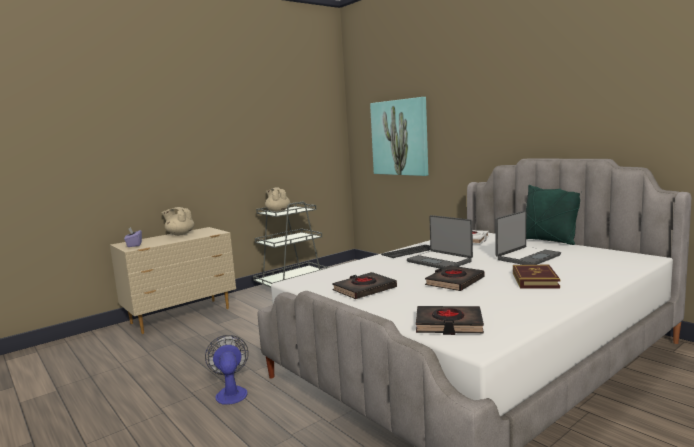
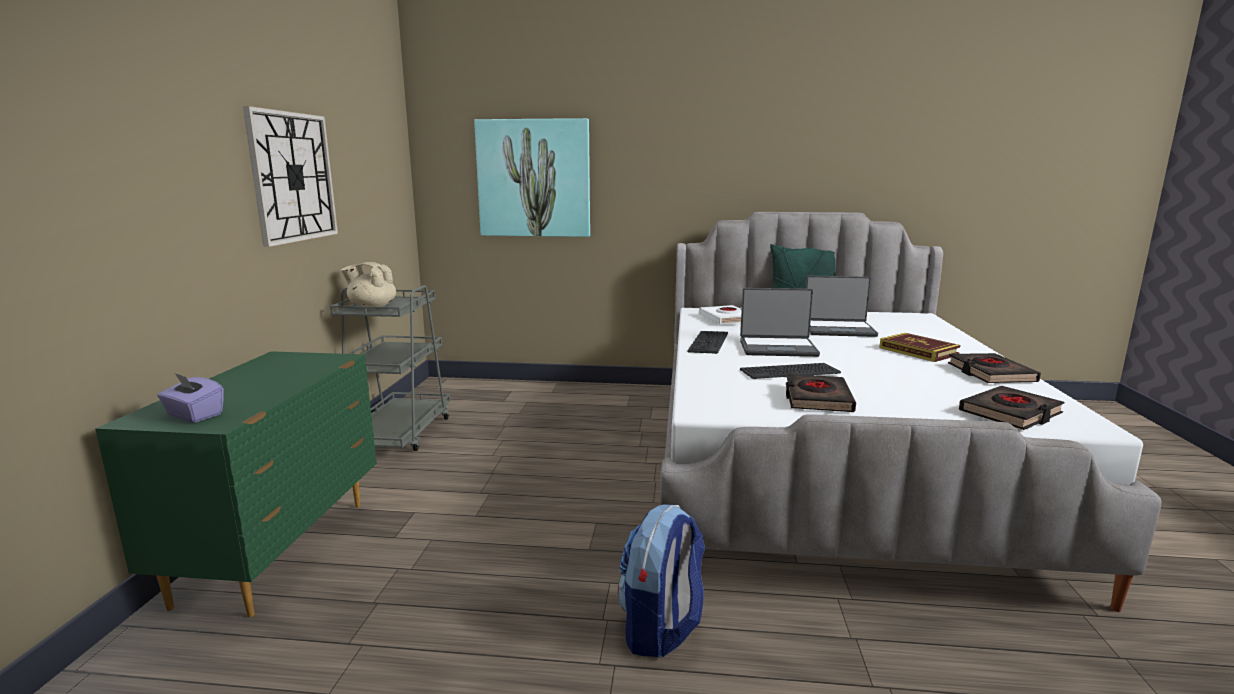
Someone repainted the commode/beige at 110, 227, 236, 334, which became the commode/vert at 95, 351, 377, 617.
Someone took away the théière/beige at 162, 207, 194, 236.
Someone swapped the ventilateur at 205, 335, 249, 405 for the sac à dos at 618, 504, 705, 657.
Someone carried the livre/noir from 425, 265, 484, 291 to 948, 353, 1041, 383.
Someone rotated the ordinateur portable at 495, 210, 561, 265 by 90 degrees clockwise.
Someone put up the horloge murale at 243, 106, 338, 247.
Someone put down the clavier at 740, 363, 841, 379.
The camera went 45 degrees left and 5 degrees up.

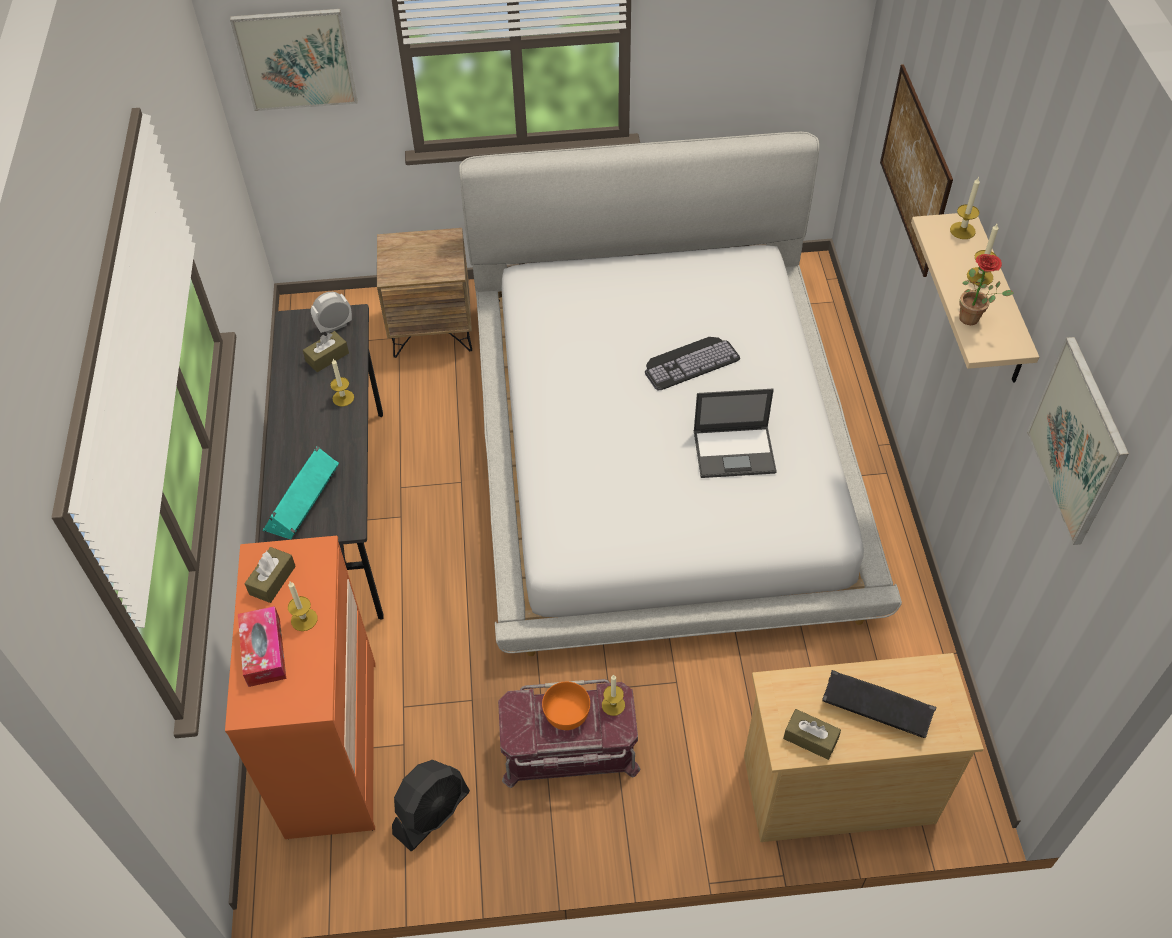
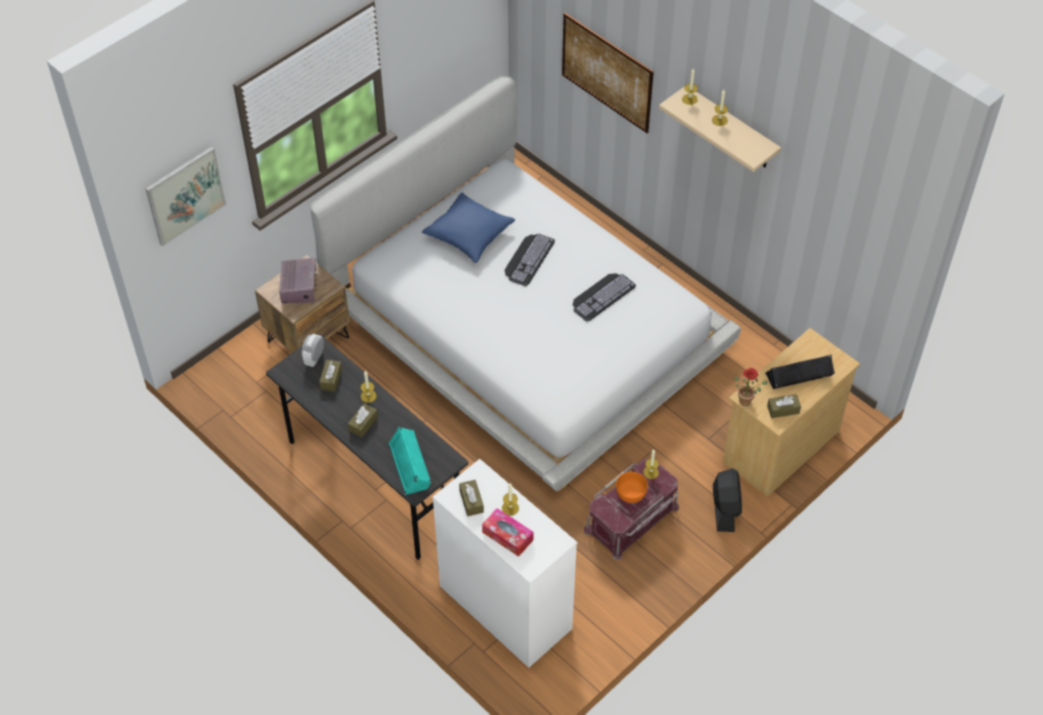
Someone repainted the commode/orange at 225, 536, 376, 839, which became the commode/blanc at 432, 459, 578, 668.
Someone carried the ventilateur/noir from 392, 760, 470, 851 to 713, 468, 742, 532.
Someone swapped the ordinateur portable at 694, 389, 777, 478 for the clavier at 572, 273, 636, 322.
Someone carried the plante en pot from 959, 254, 1014, 325 to 734, 368, 769, 406.
Someone took away the tableau at 1027, 337, 1129, 545.
Someone put down the radio at 279, 258, 317, 304.
Someone put down the boîte à mouchoirs/marron at 348, 403, 378, 438.
Someone put down the coussin/bleu at 422, 193, 515, 263.
The camera went 40 degrees left and 0 degrees up.

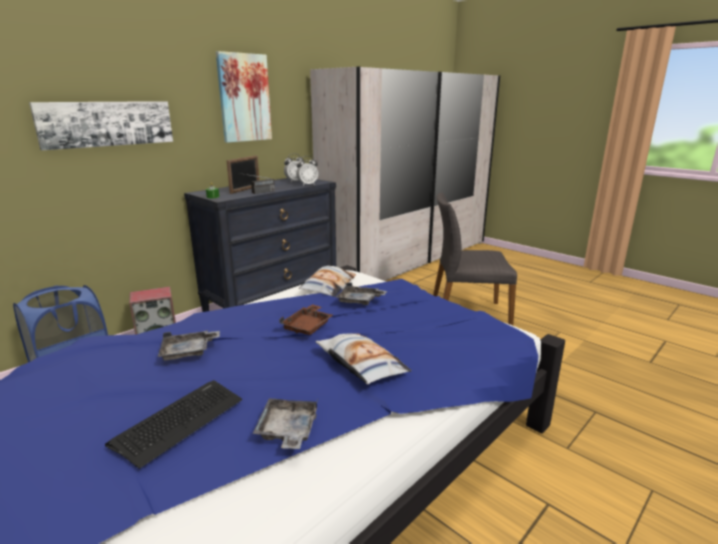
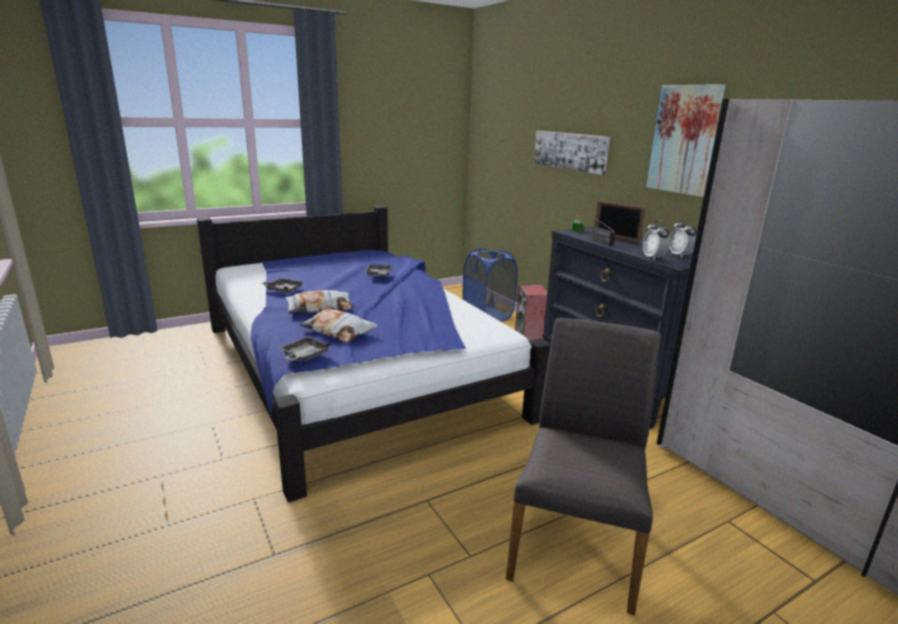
Someone took away the clavier at 105, 380, 242, 469.
Someone took away the plateau/marron at 279, 304, 333, 335.
Someone carried the coussin from 299, 266, 356, 297 to 299, 309, 378, 342.
Someone carried the plateau/gris from 336, 282, 387, 305 to 278, 337, 331, 361.
The camera went 105 degrees right and 0 degrees up.

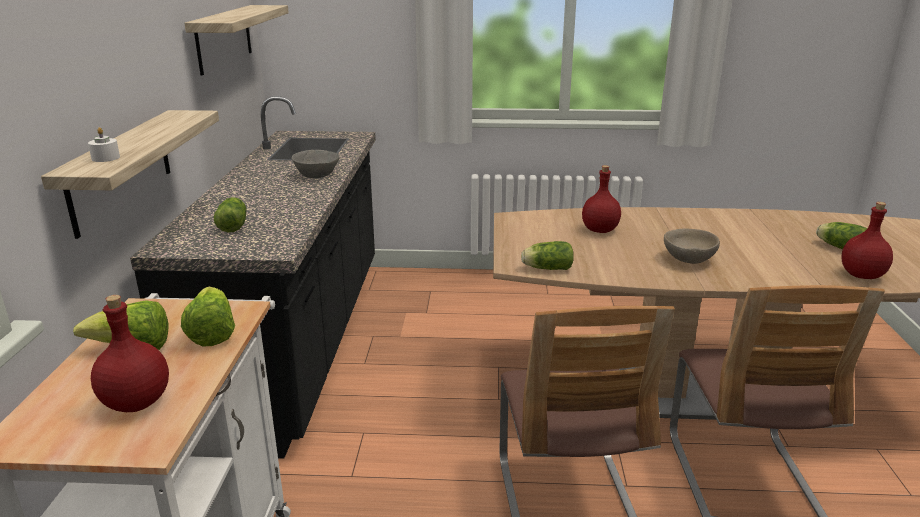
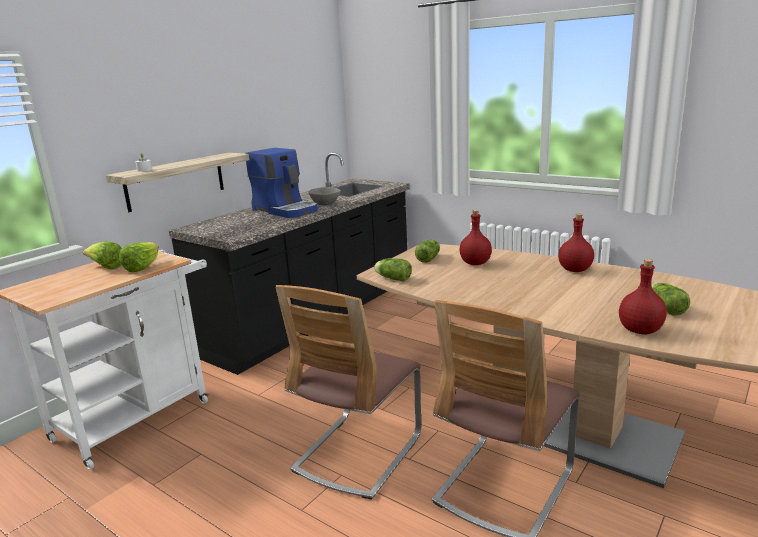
Someone carried the bouteille/rouge from 91, 295, 169, 412 to 558, 214, 594, 272.
Someone took away the étagère at 184, 5, 289, 76.
Someone carried the laitue from 214, 197, 247, 233 to 415, 239, 440, 263.
Someone took away the bol/beige at 664, 229, 720, 264.
Someone put down the machine à café at 245, 148, 318, 218.
The camera went 35 degrees right and 5 degrees down.

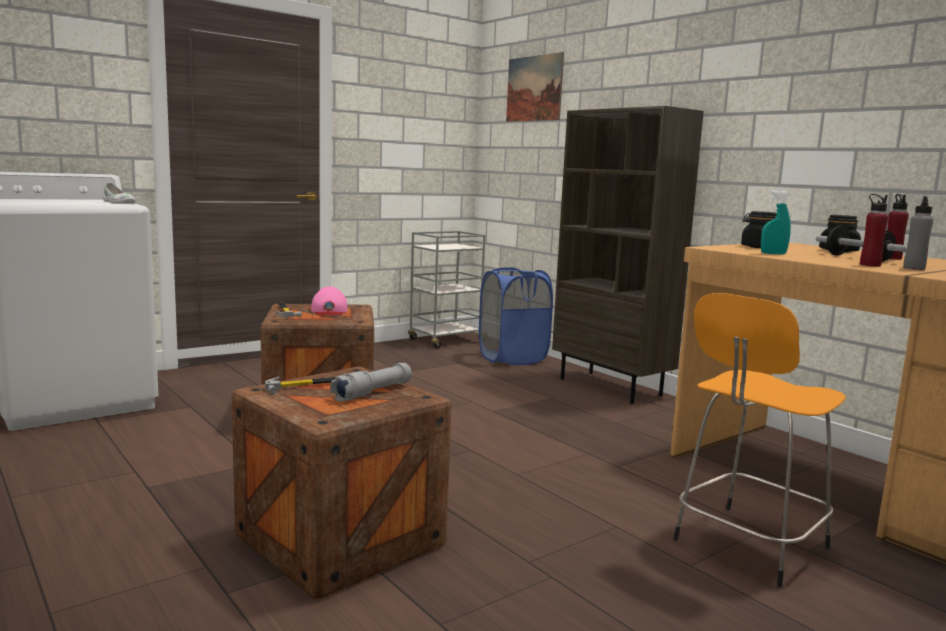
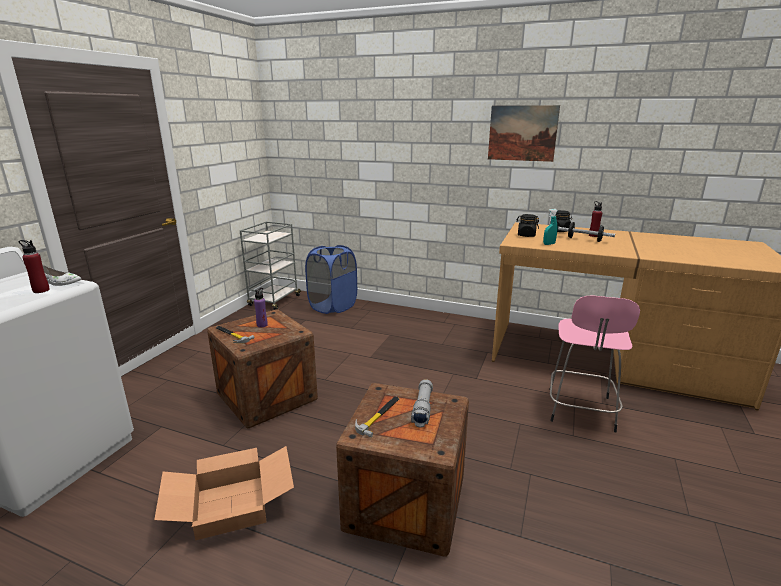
Someone swapped the casquette/rose at 311, 286, 348, 315 for the bouteille/violet at 254, 288, 268, 328.
Someone carried the tableau from 506, 52, 564, 122 to 488, 105, 560, 162.
Someone took away the bibliothèque/marron at 552, 106, 704, 404.
Someone repainted the tabouret/orange at 673, 293, 846, 587, which became the tabouret/rose at 549, 296, 640, 432.
Someone carried the bouteille/rouge from 860, 194, 888, 267 to 19, 240, 50, 293.
Someone took away the bouteille/gris at 903, 196, 933, 270.
Someone put down the carton at 154, 446, 294, 540.
The camera went 30 degrees left and 10 degrees up.

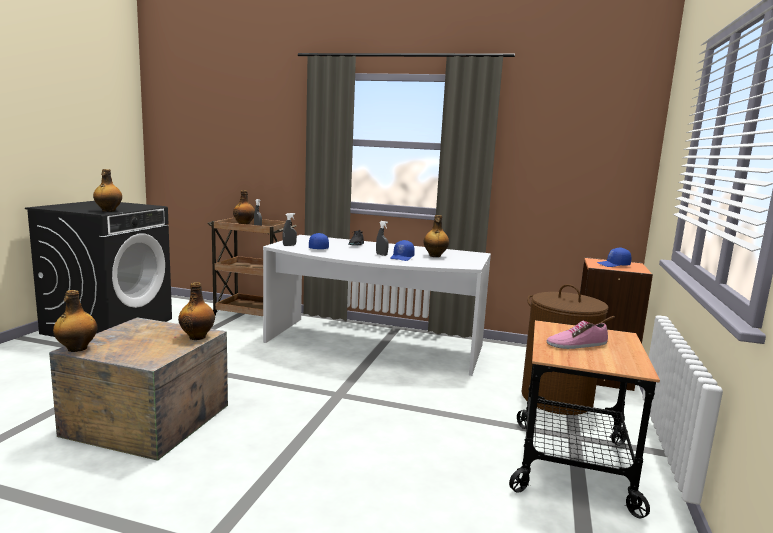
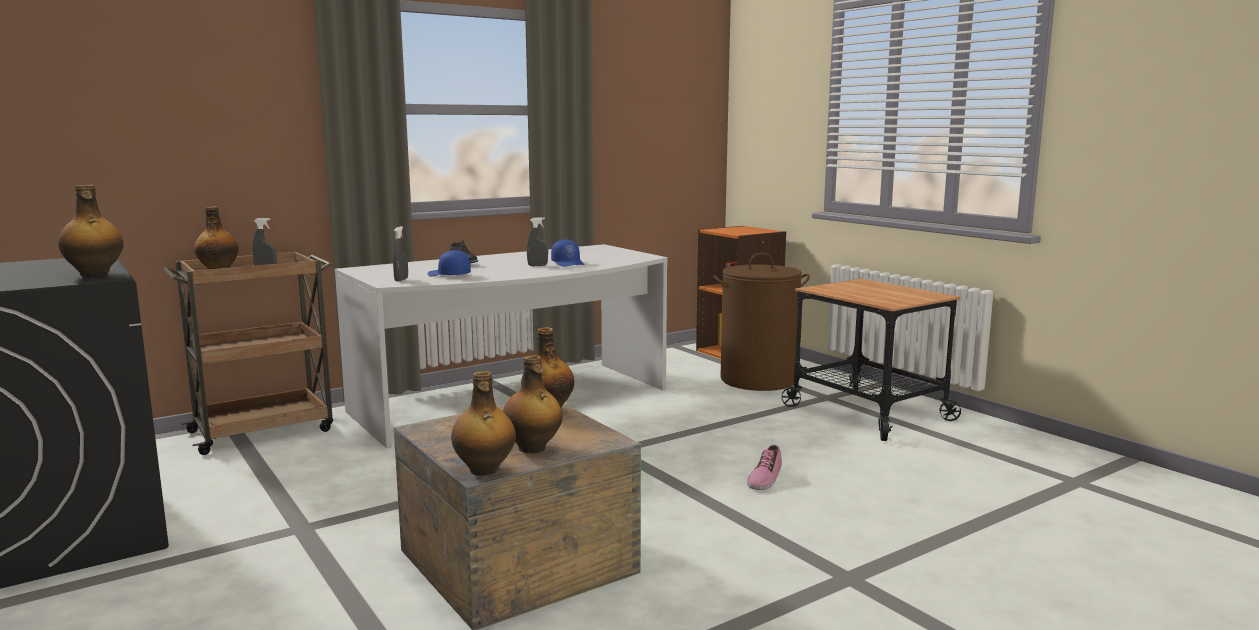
Someone carried the bouteille from 423, 215, 449, 257 to 503, 355, 563, 453.
Someone carried the chaussure from 547, 321, 608, 349 to 747, 445, 782, 490.
Someone took away the casquette/bleu at 597, 248, 631, 267.
The camera went 50 degrees left and 0 degrees up.

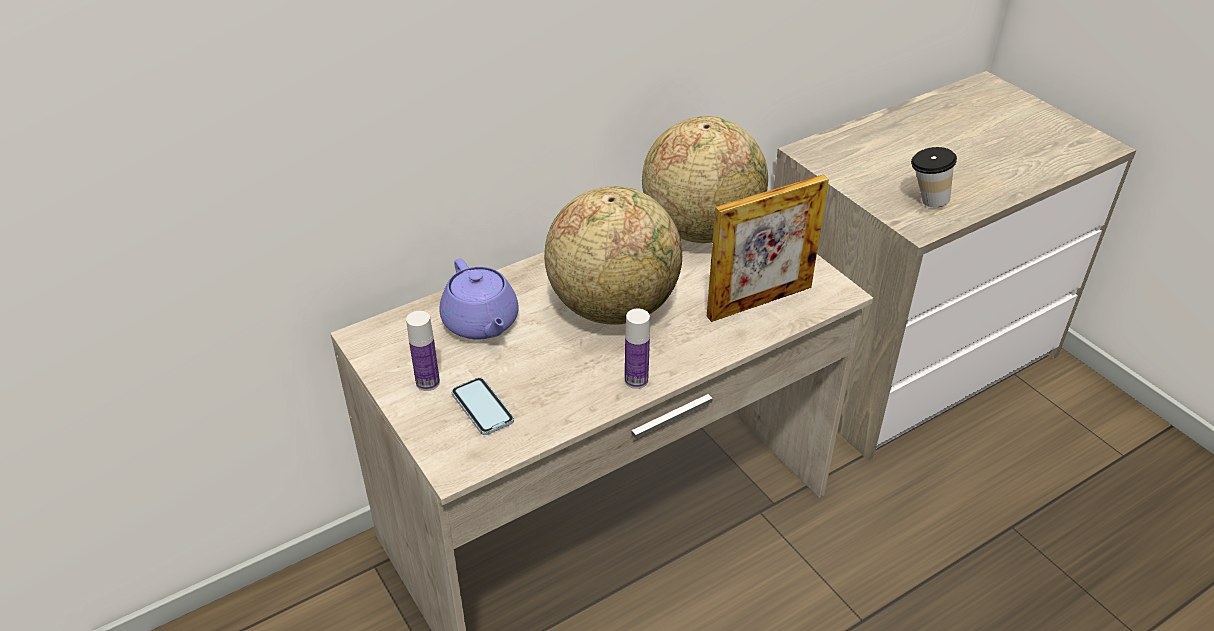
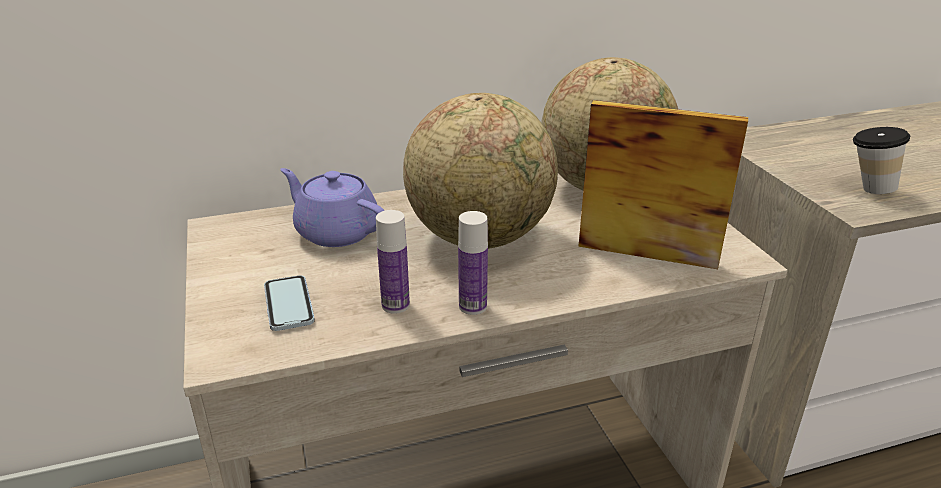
Someone carried the bouteille from 406, 311, 440, 391 to 376, 210, 410, 314.
Someone rotated the théière/violet at 439, 259, 519, 340 by 135 degrees clockwise.
Someone rotated the cadre photo at 707, 175, 829, 322 by 150 degrees counterclockwise.
The camera went 15 degrees right and 10 degrees down.

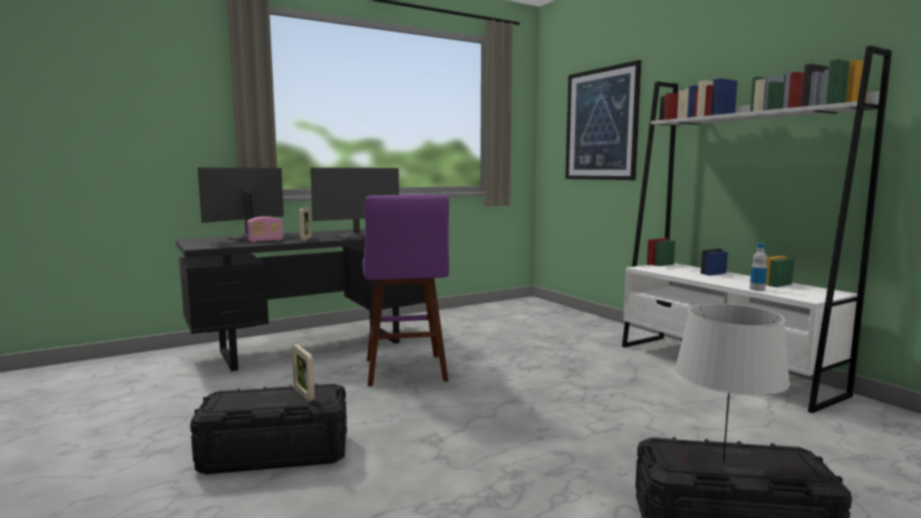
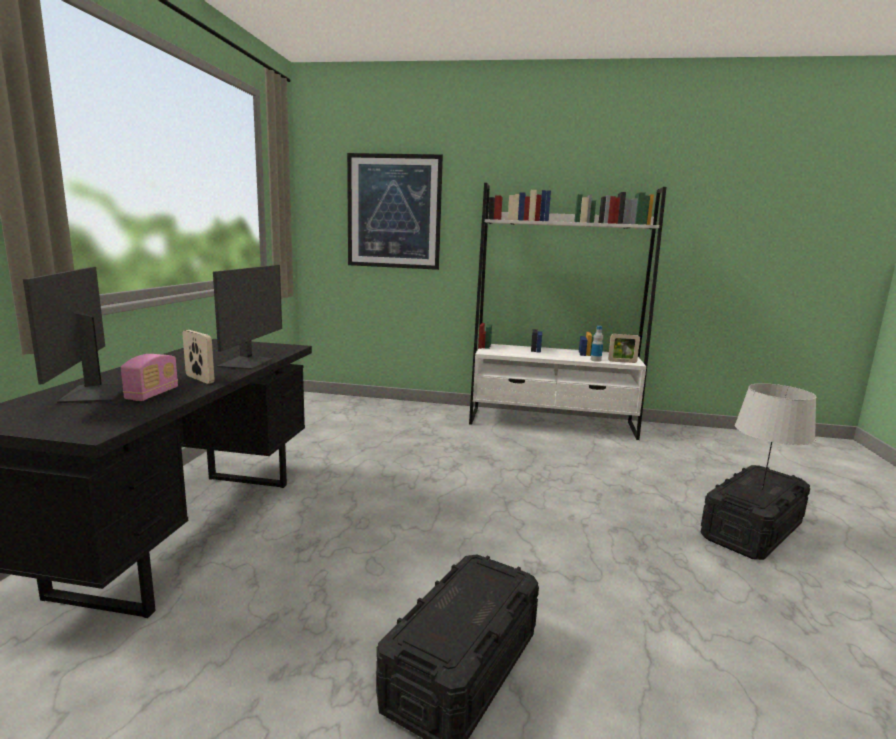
Someone carried the cadre photo from 292, 344, 315, 402 to 608, 334, 640, 363.
Someone took away the tabouret/violet at 362, 195, 449, 387.
The camera went 50 degrees left and 5 degrees up.

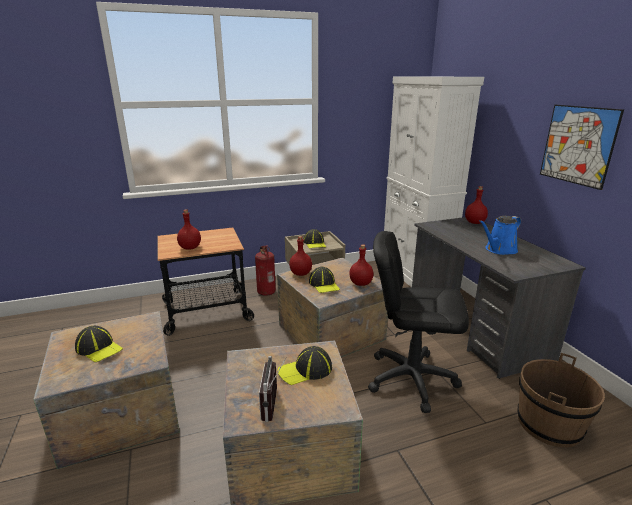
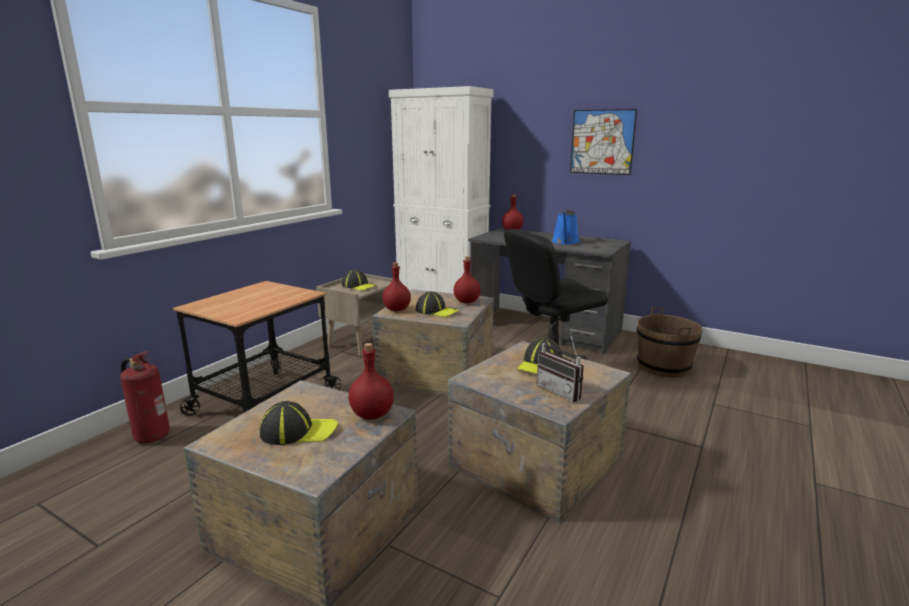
Someone carried the bouteille/rouge from 177, 209, 201, 249 to 349, 343, 394, 420.
Someone carried the extincteur from 255, 245, 276, 296 to 120, 351, 170, 443.
The camera went 40 degrees left and 5 degrees down.

